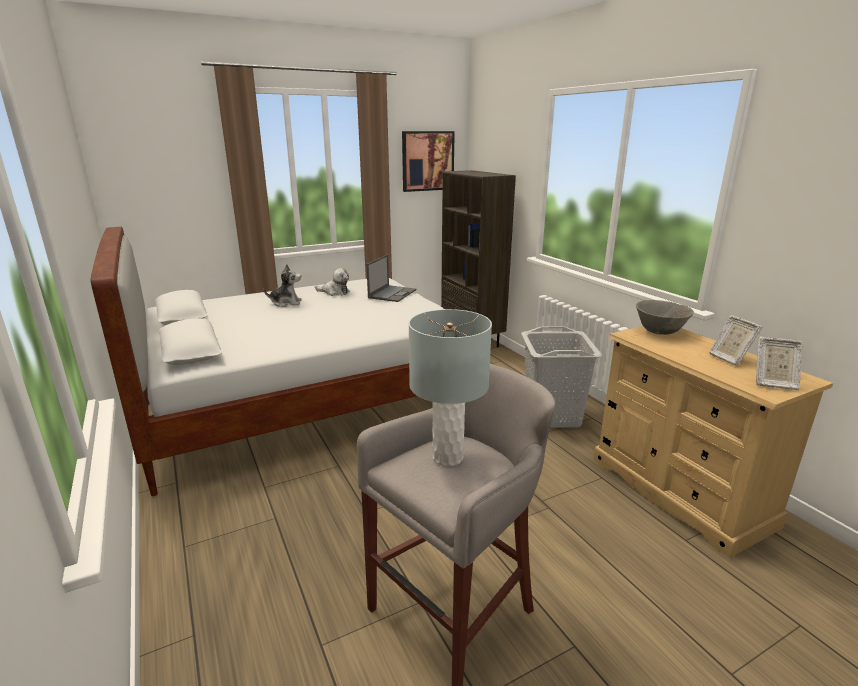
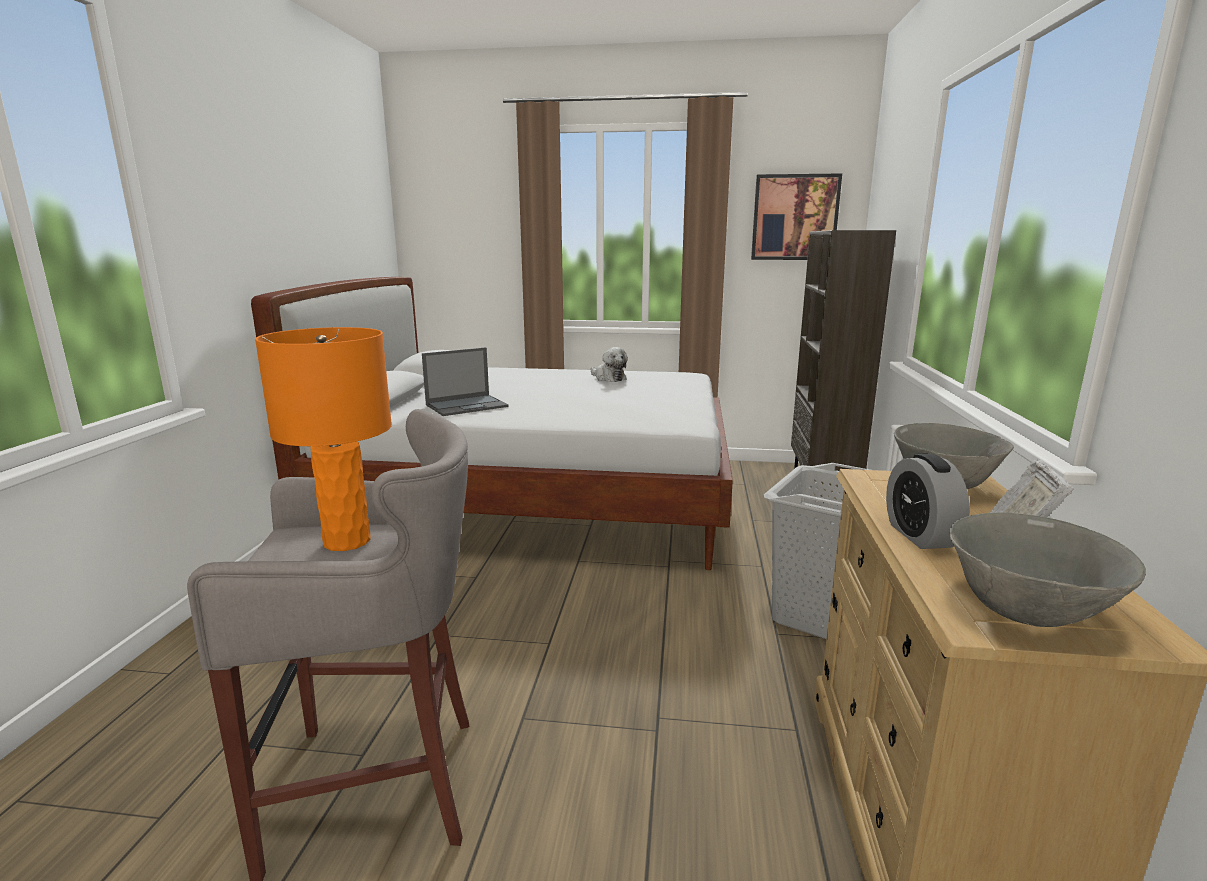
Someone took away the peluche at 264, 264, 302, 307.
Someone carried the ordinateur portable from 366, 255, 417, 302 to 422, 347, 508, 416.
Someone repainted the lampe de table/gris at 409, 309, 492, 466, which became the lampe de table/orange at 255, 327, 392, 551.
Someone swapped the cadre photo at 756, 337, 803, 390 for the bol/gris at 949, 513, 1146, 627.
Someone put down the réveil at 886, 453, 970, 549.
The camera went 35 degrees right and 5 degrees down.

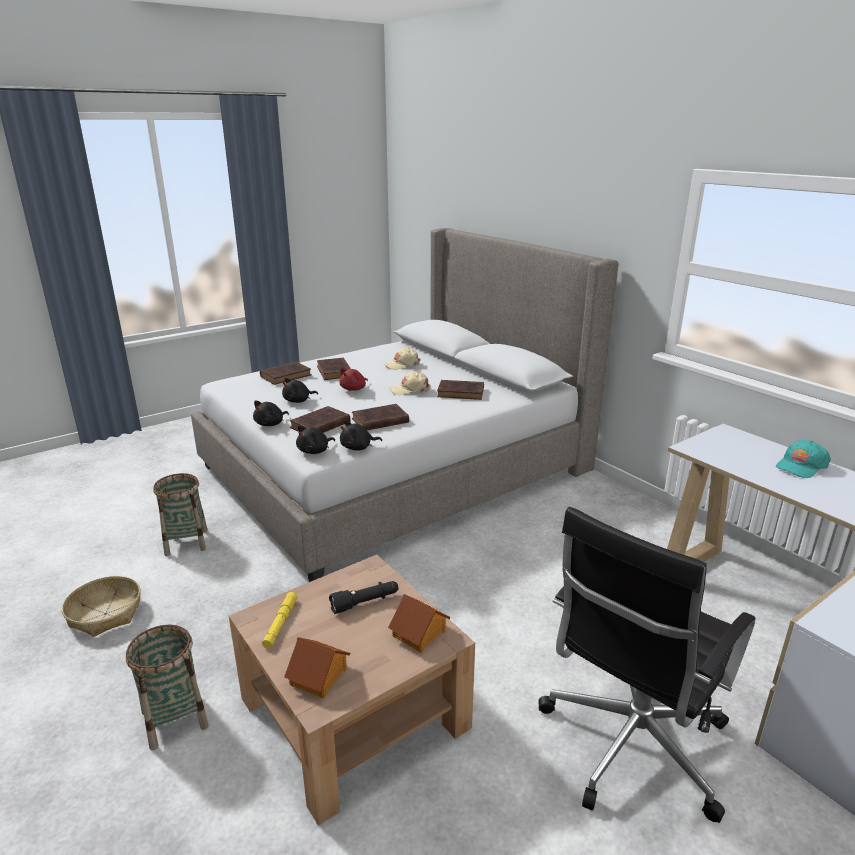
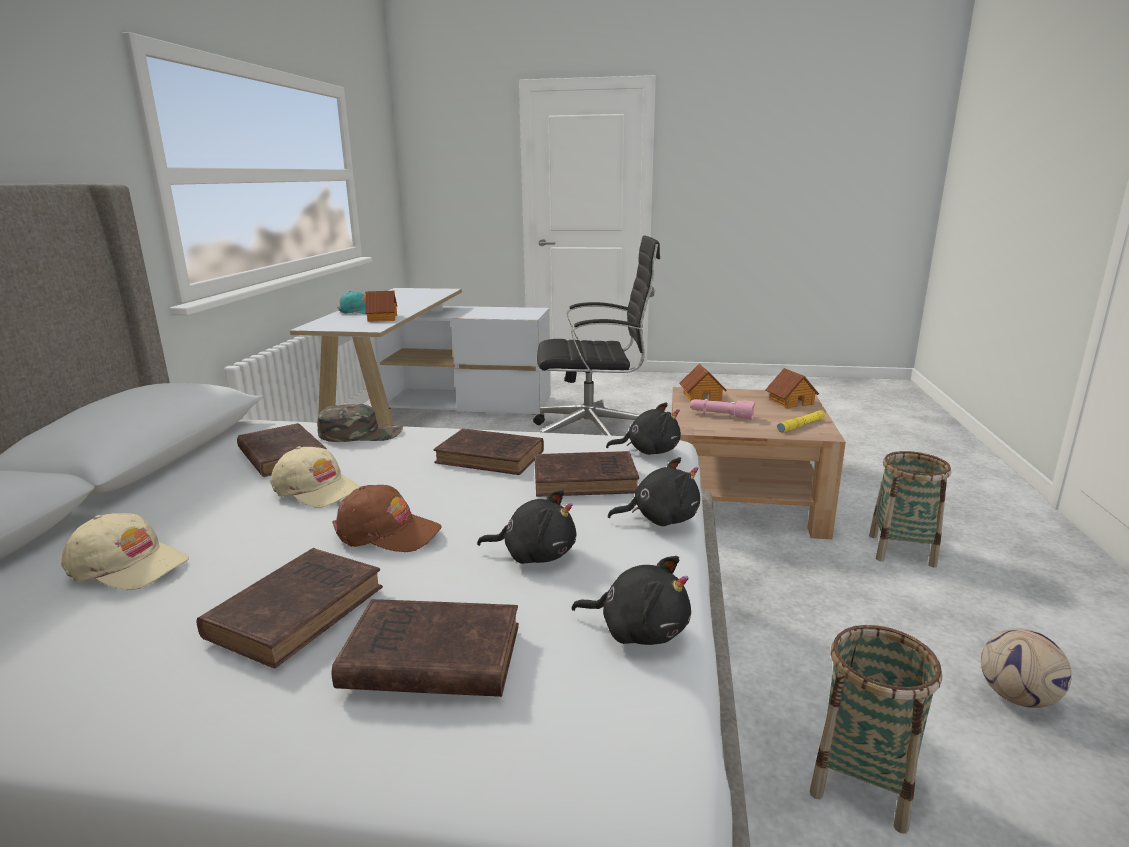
Someone swapped the panier at 62, 576, 141, 637 for the ballon de foot at 981, 628, 1072, 708.
Someone repainted the lampe de poche/noir at 329, 581, 398, 614, which became the lampe de poche/rose at 690, 398, 755, 420.
Someone swapped the peluche/rouge at 339, 368, 368, 391 for the casquette/marron at 332, 485, 442, 552.
Someone carried the peluche/noir from 340, 420, 382, 451 to 571, 556, 691, 645.
Someone put down the casquette/vert at 317, 404, 403, 442.
Someone put down the maison miniature at 365, 291, 397, 322.
The camera went 135 degrees left and 5 degrees down.

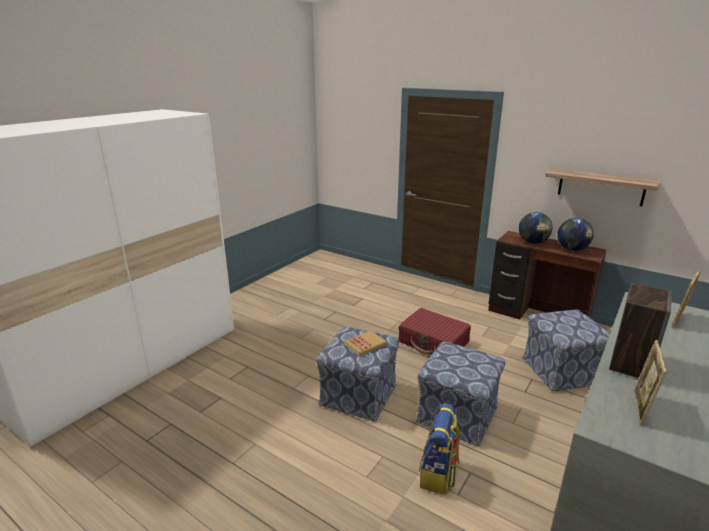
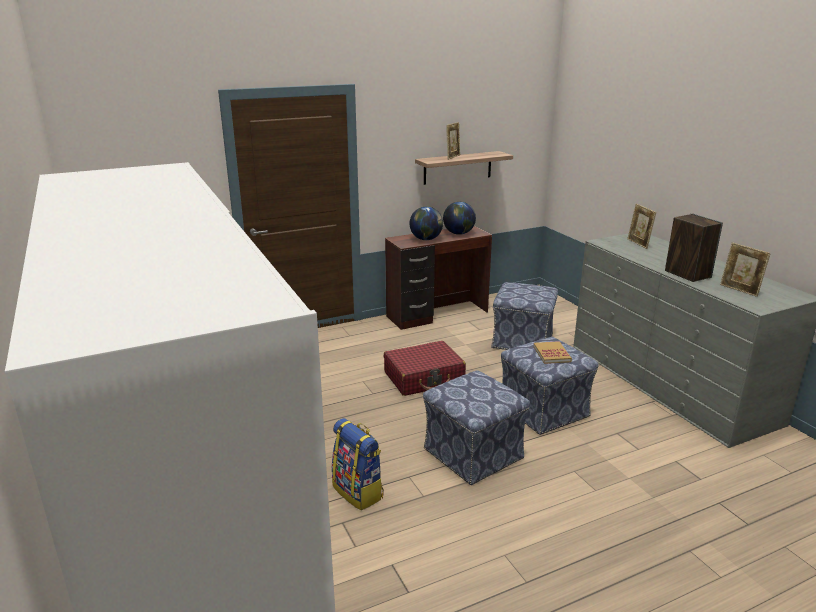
Someone carried the livre from 344, 331, 387, 357 to 533, 341, 572, 364.
Someone carried the sac à dos from 419, 403, 459, 495 to 332, 418, 384, 510.
Someone put down the cadre photo at 446, 122, 460, 160.
The camera went 60 degrees left and 0 degrees up.

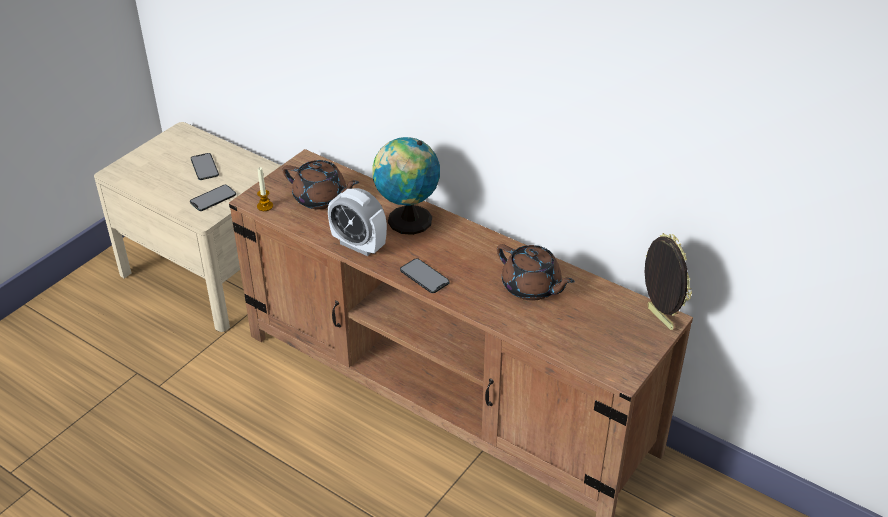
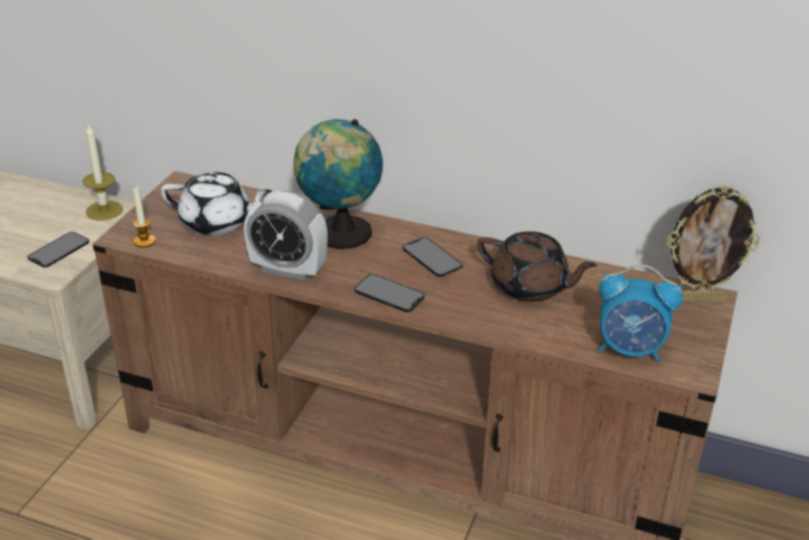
Someone carried the téléphone from 191, 153, 219, 180 to 403, 237, 463, 277.
Someone repainted the théière/marron at 282, 160, 359, 209, which became the théière/blanc at 161, 172, 272, 236.
Someone rotated the cadre photo at 645, 233, 692, 330 by 135 degrees clockwise.
Someone put down the bougie at 83, 123, 123, 220.
Someone put down the réveil at 597, 264, 683, 362.
The camera went 15 degrees left and 5 degrees down.

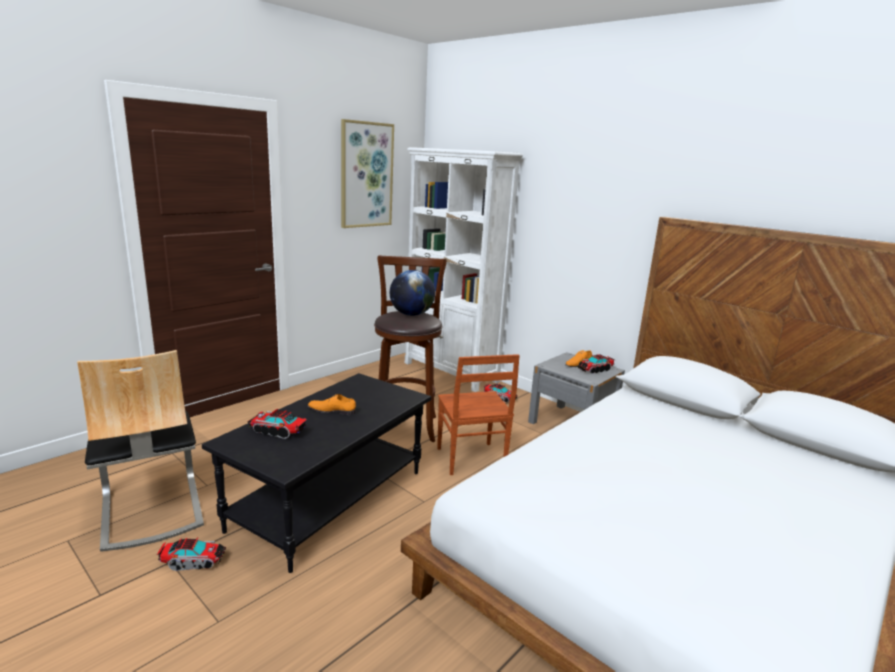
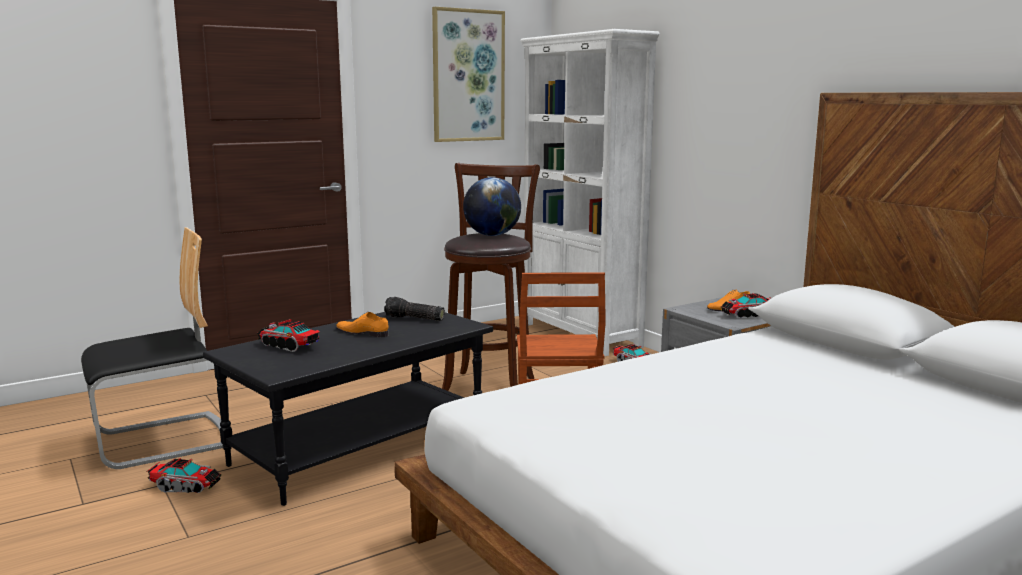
Someone rotated the chaise at 77, 350, 204, 552 by 105 degrees counterclockwise.
Someone put down the lampe de poche at 384, 297, 445, 321.
The camera went 15 degrees right and 5 degrees down.

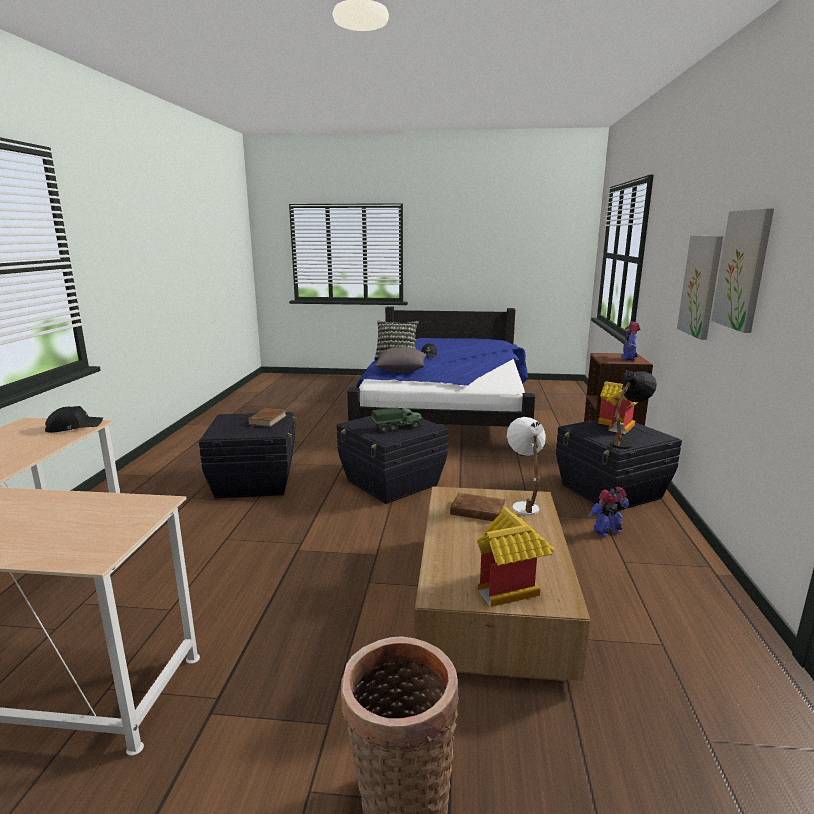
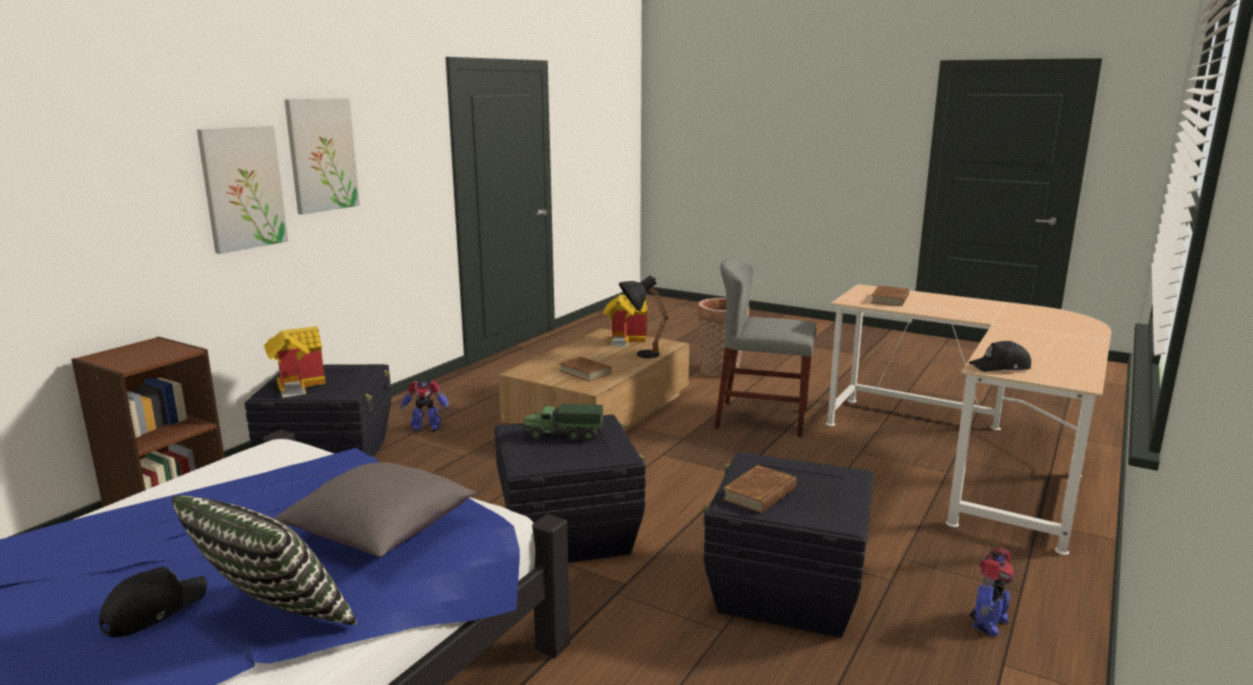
Someone took away the lampe de table/blanc at 507, 417, 546, 515.
Someone carried the lampe de table/noir from 609, 371, 657, 449 to 619, 275, 668, 358.
Someone carried the robot jouet from 621, 321, 641, 361 to 970, 548, 1015, 637.
Someone put down the chaise/gris at 715, 259, 817, 437.
Someone put down the livre/marron at 871, 286, 909, 306.
The camera went 155 degrees left and 0 degrees up.

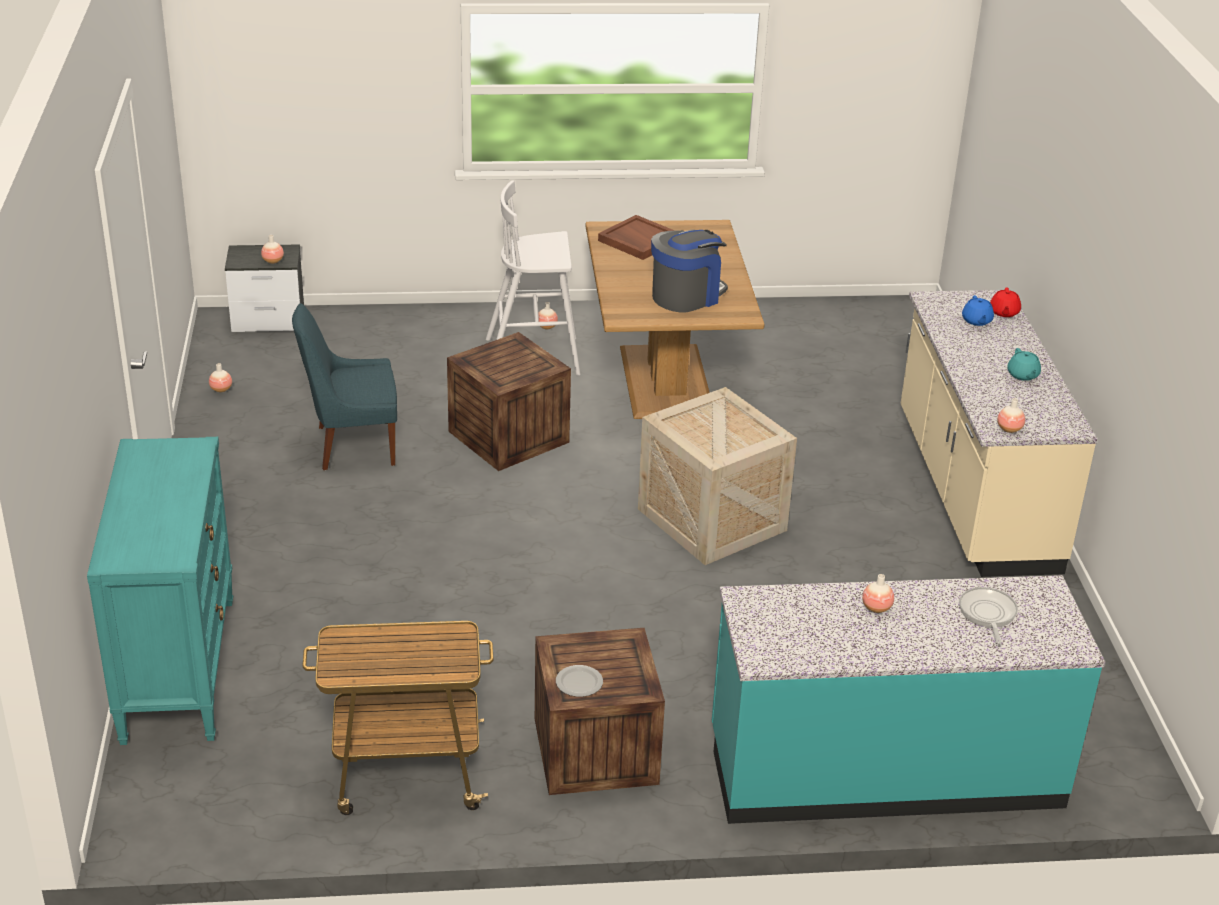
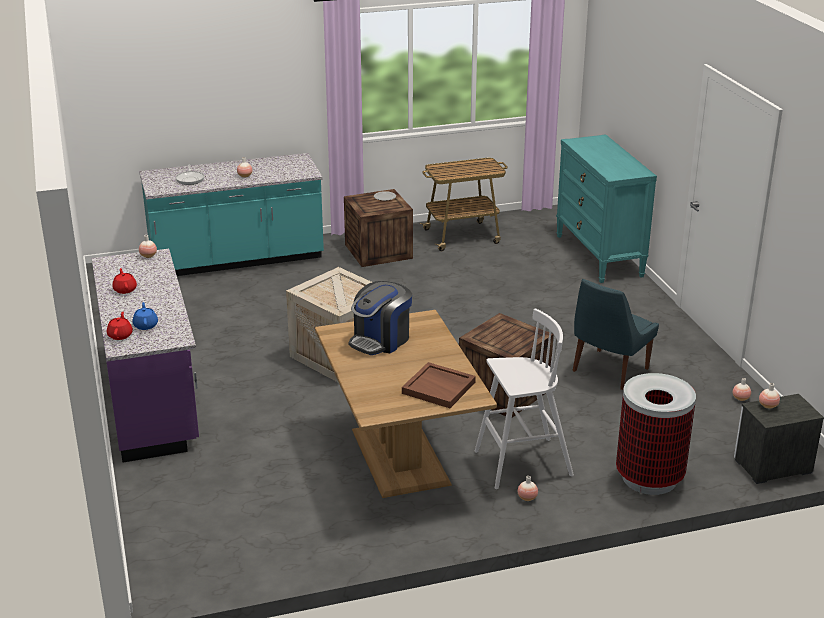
Someone rotated the chaise/bleu at 292, 303, 397, 470 by 150 degrees clockwise.
Someone repainted the comptoir de cuisine/beige at 901, 290, 1097, 577, which became the comptoir de cuisine/violet at 92, 249, 199, 463.
Someone repainted the théière/turquoise at 1007, 348, 1041, 381, which became the théière/rouge at 112, 268, 137, 294.
Someone put down the poubelle at 616, 373, 696, 495.
The camera went 170 degrees right and 5 degrees down.

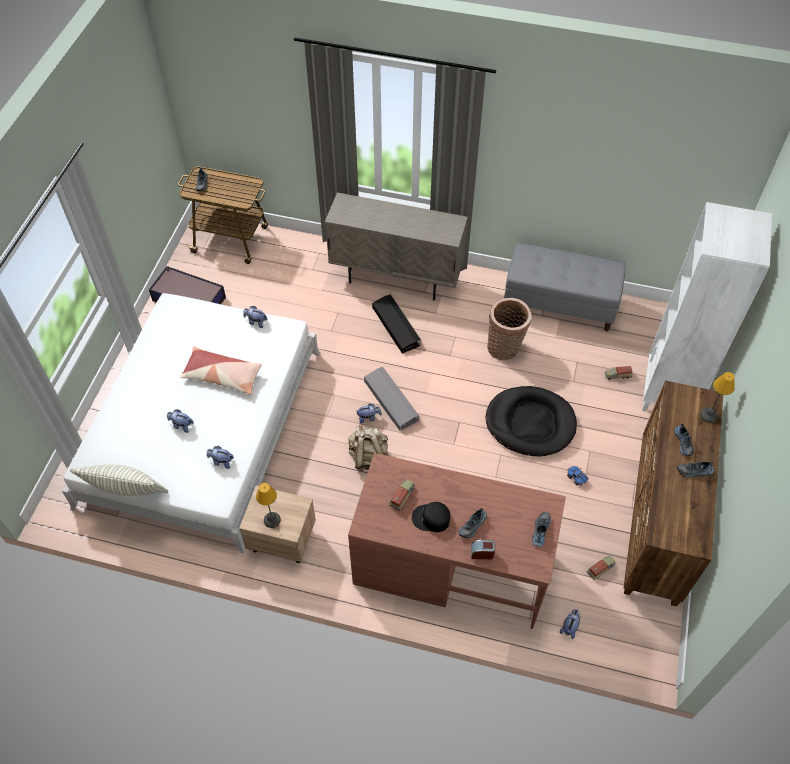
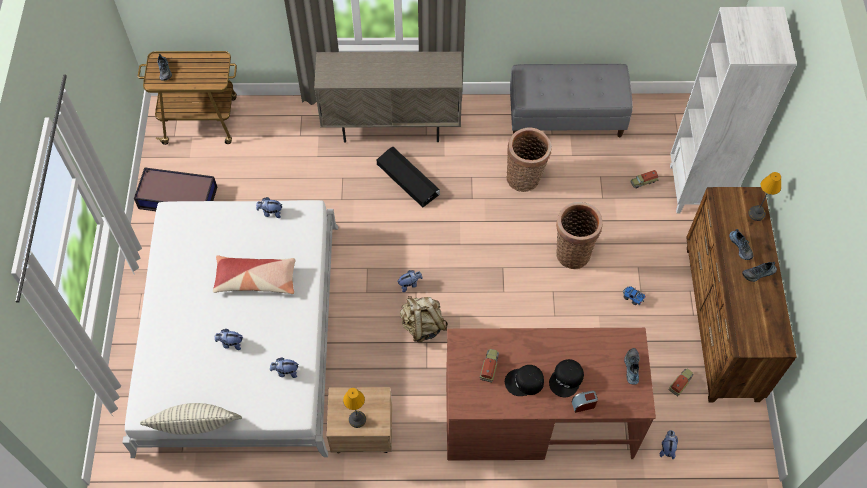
Someone took away the boîte de rangement/gris at 364, 367, 419, 431.
Someone swapped the chaussure at 459, 508, 487, 538 for the casquette/noir at 549, 359, 584, 398.
Someone swapped the panier pour chien/noir at 486, 386, 577, 456 for the panier at 556, 202, 603, 269.
The camera went 15 degrees left and 5 degrees up.

